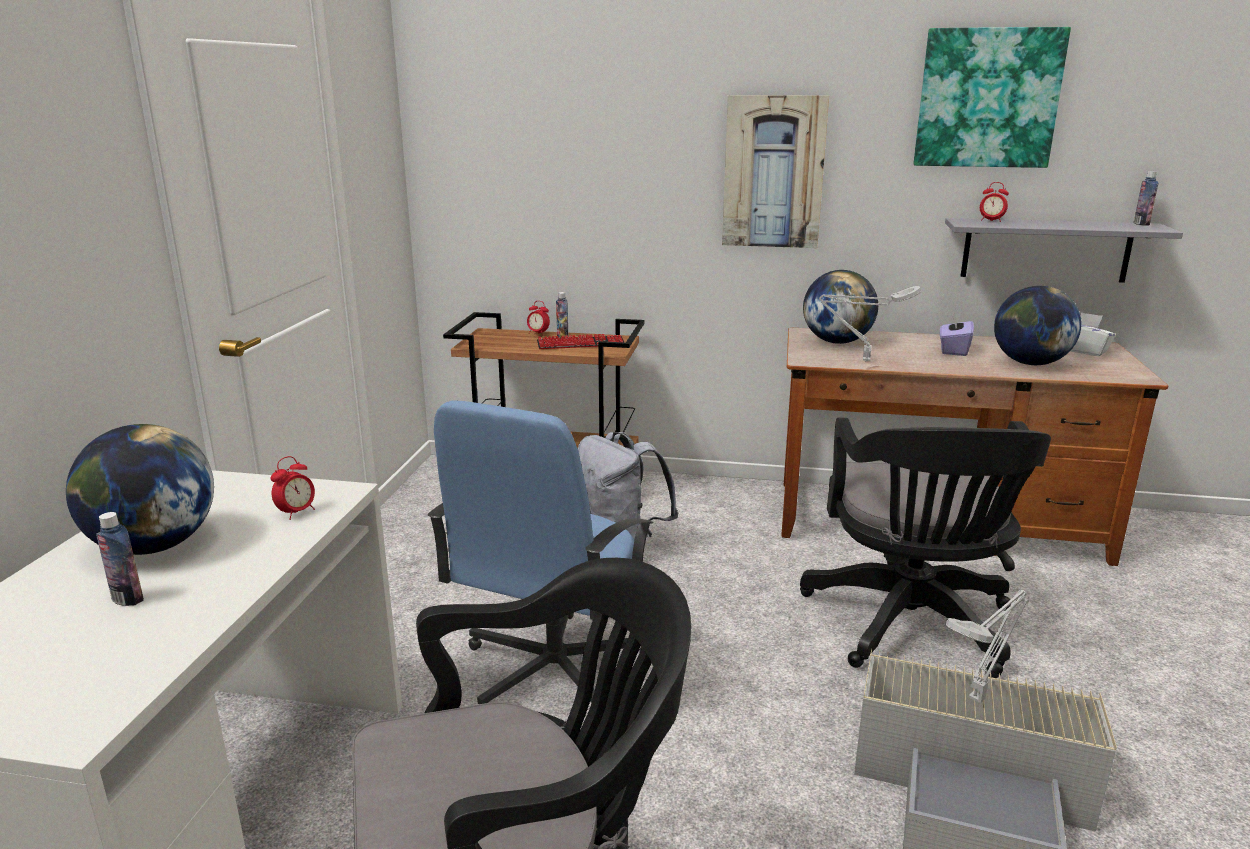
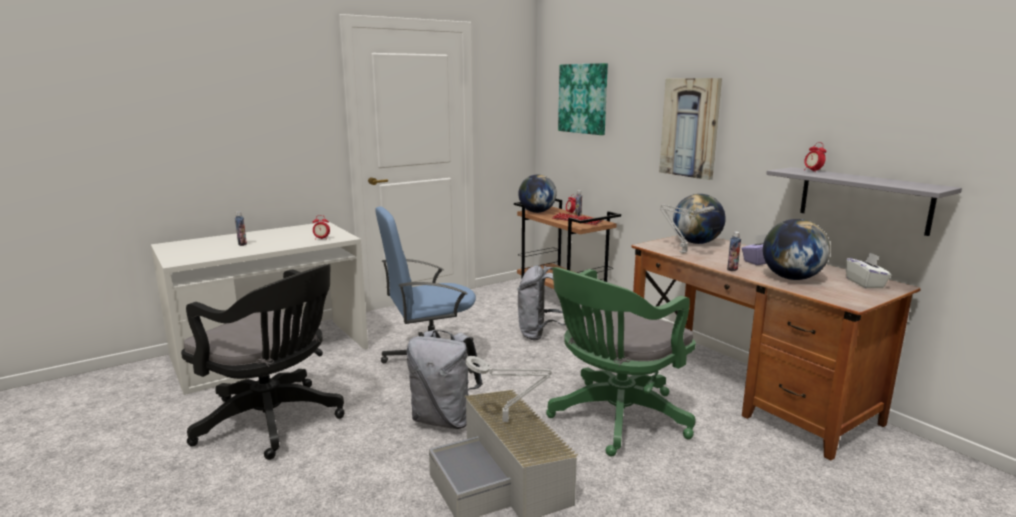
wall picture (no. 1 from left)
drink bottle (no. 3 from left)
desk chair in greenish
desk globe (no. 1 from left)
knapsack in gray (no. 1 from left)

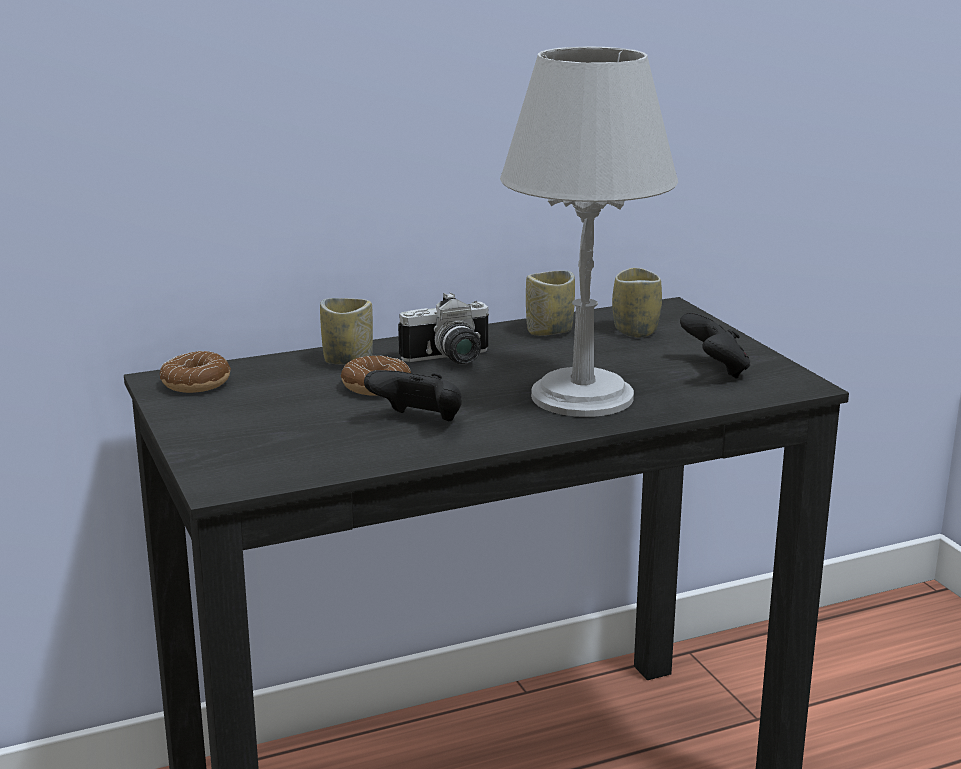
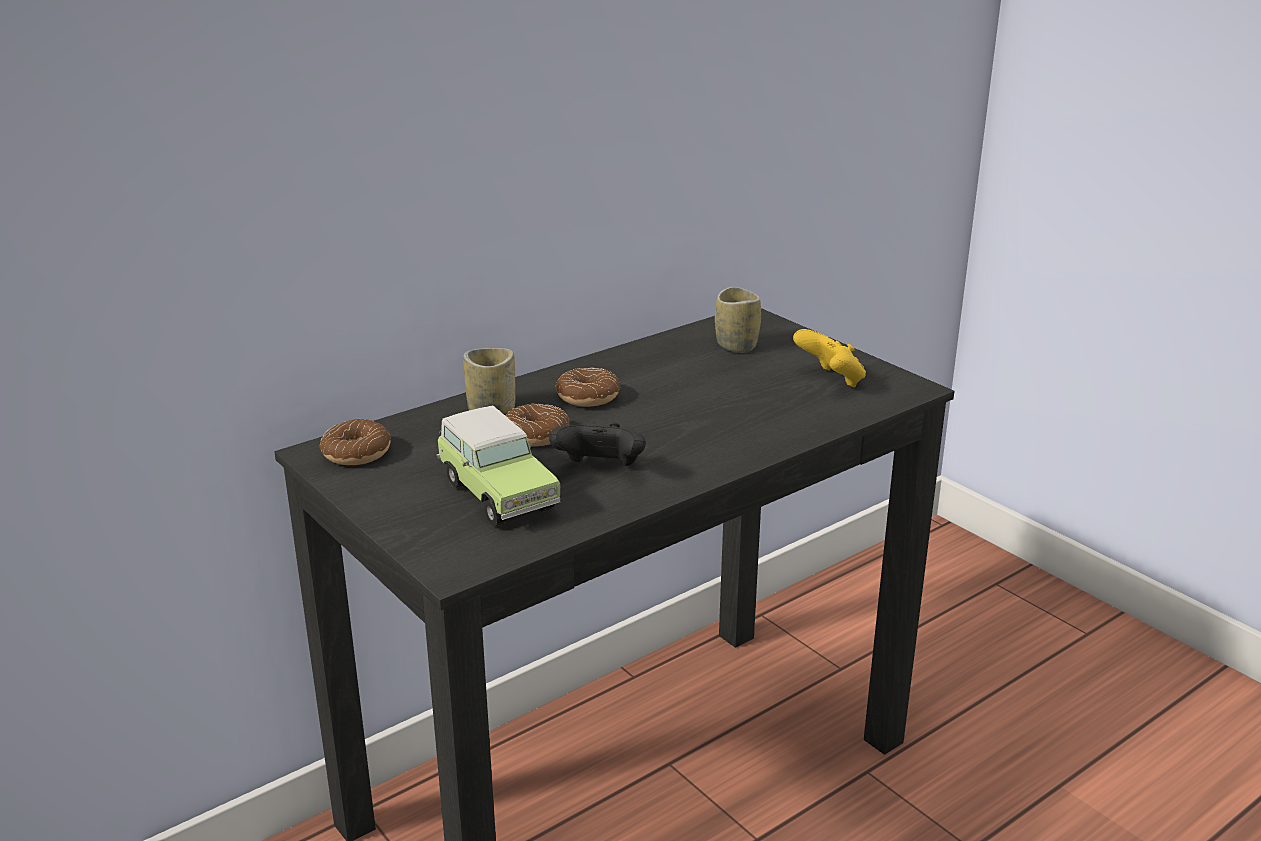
tabletop lamp in gray
drinking cup (no. 2 from left in the first image)
doughnut (no. 3 from left)
joypad in yellowish
toy car

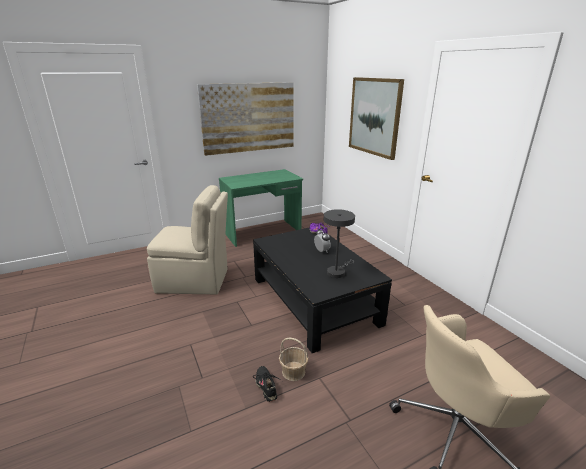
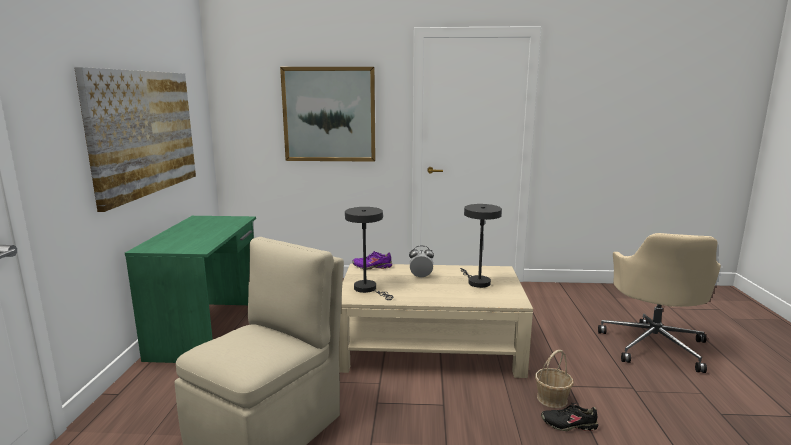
coffee table in beige-coloured
tabletop lamp in gray (no. 1 from left)

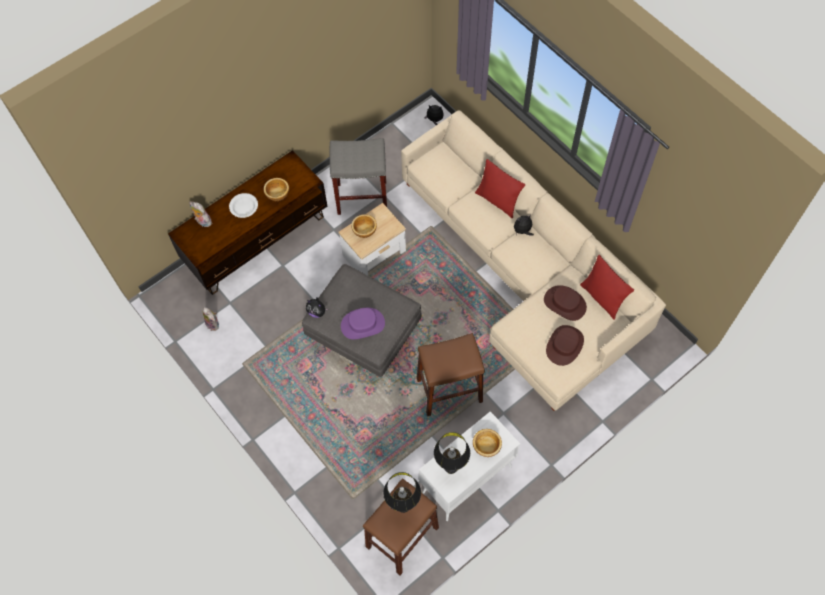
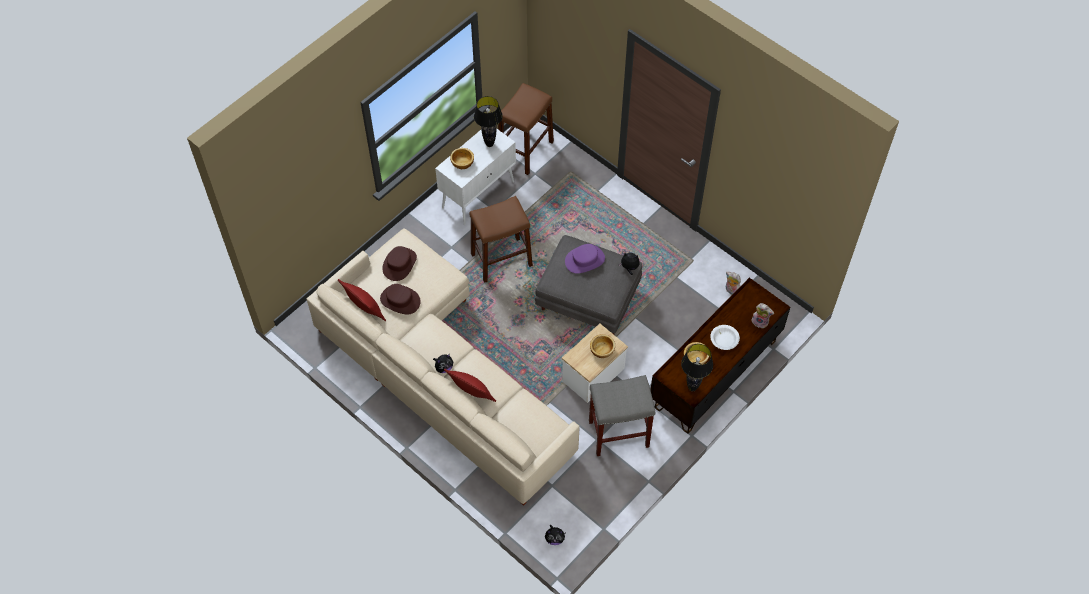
tabletop lamp in black (no. 2 from left)

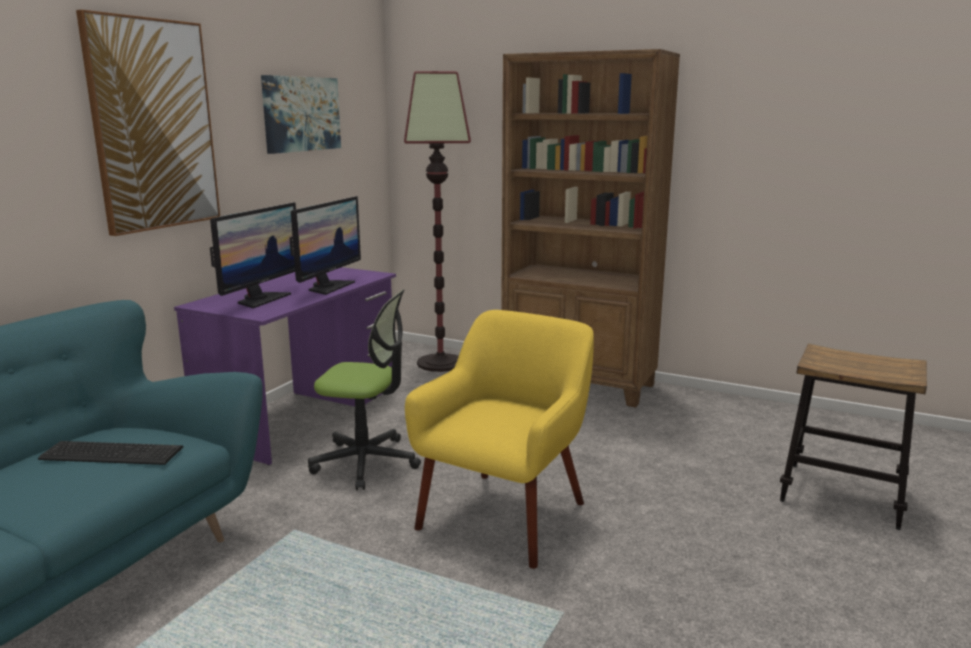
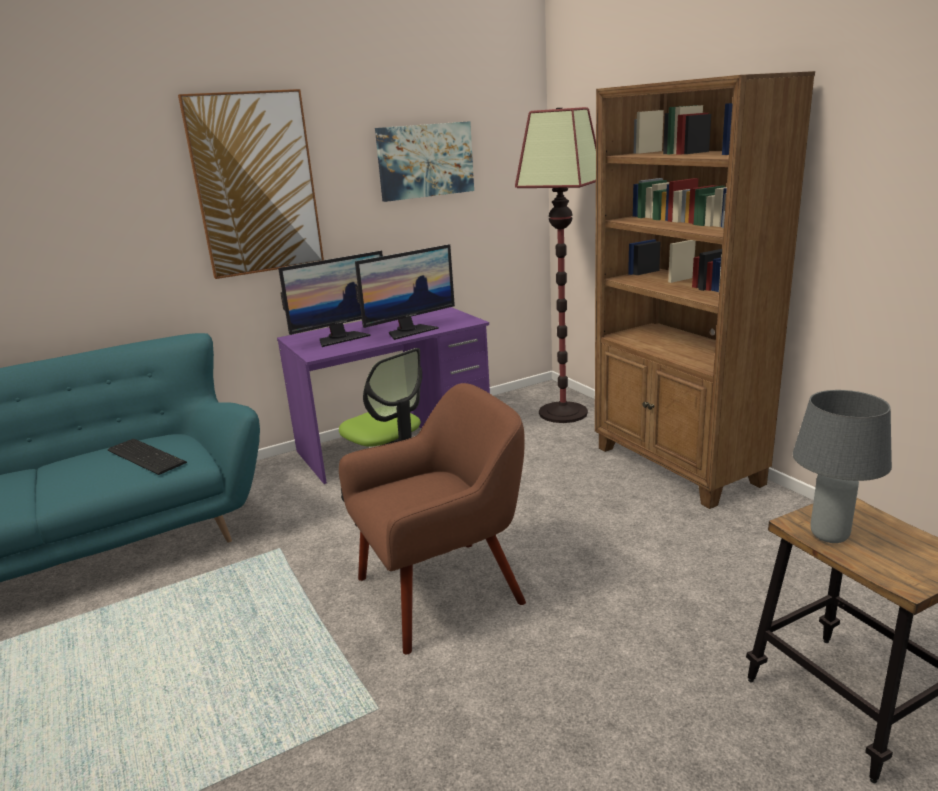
lounge chair in brown-coloured
tabletop lamp in gray

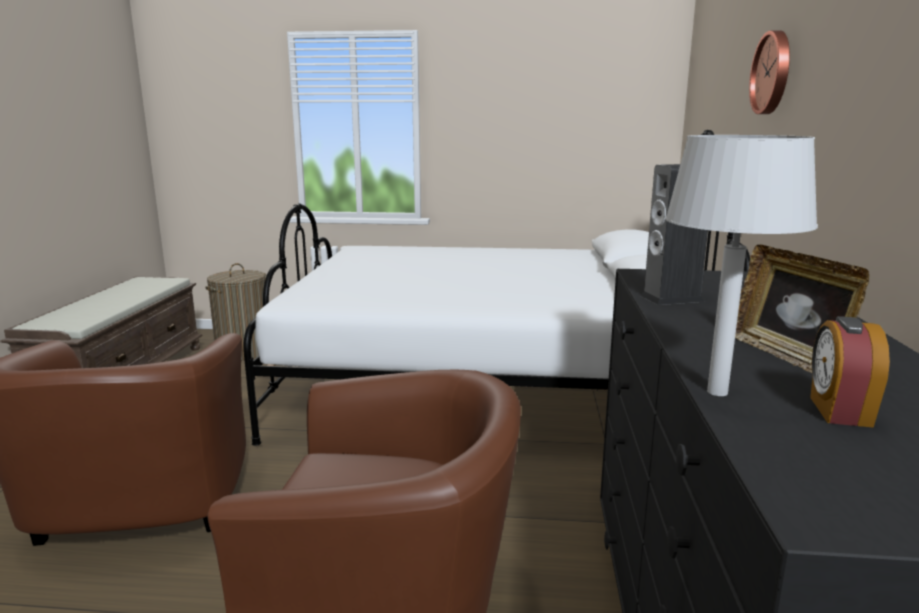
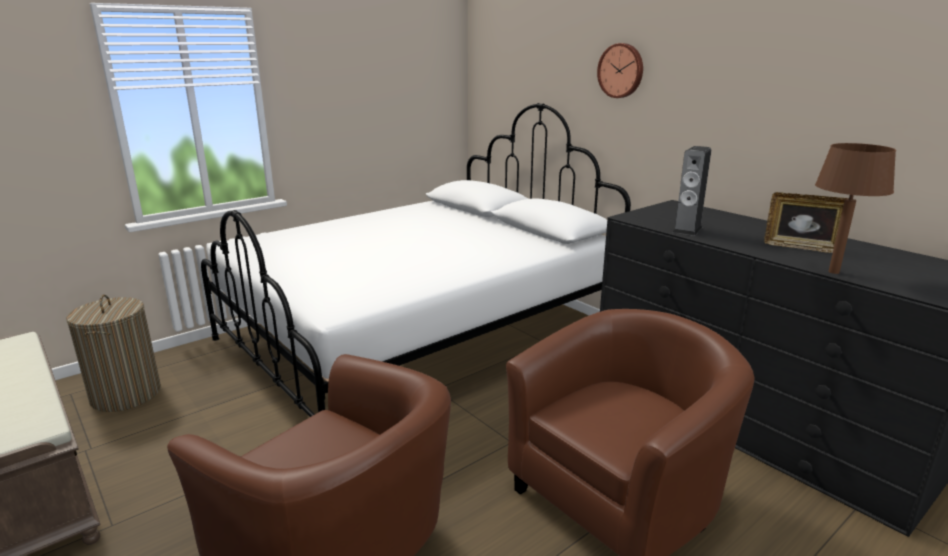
tabletop lamp in brown-coloured
alarm clock

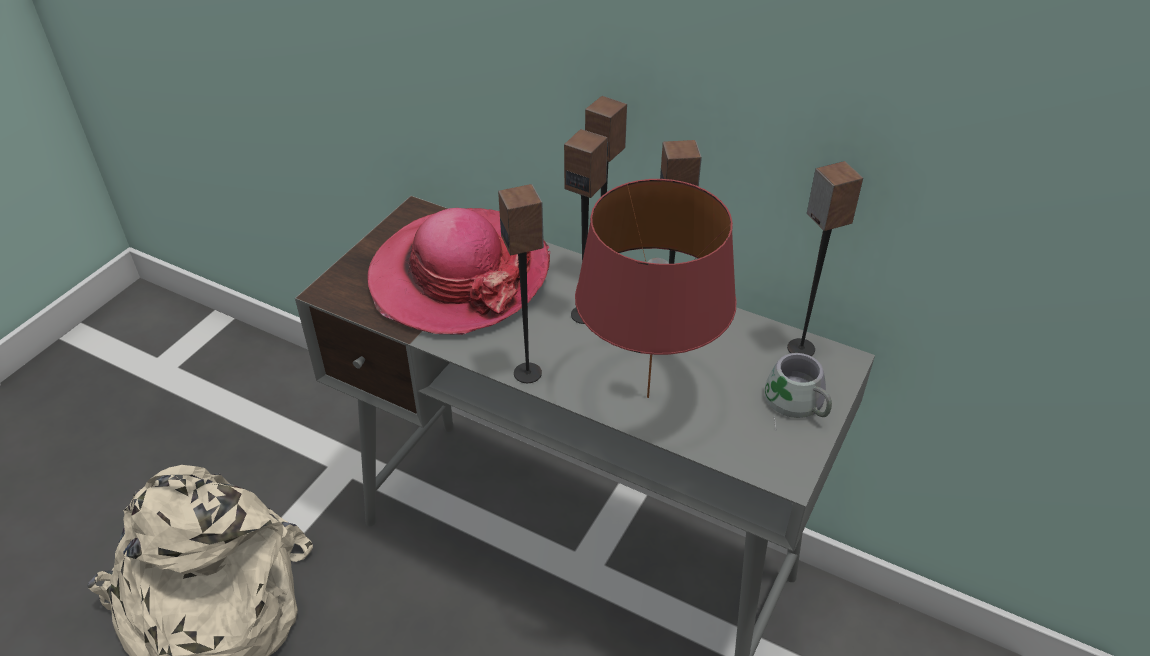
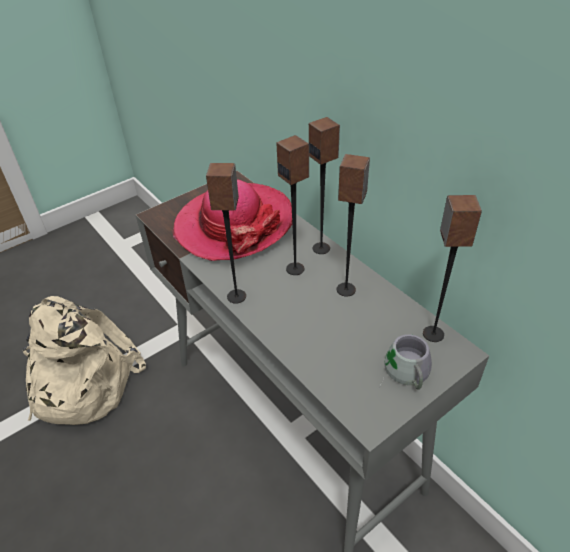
tabletop lamp in red-coloured

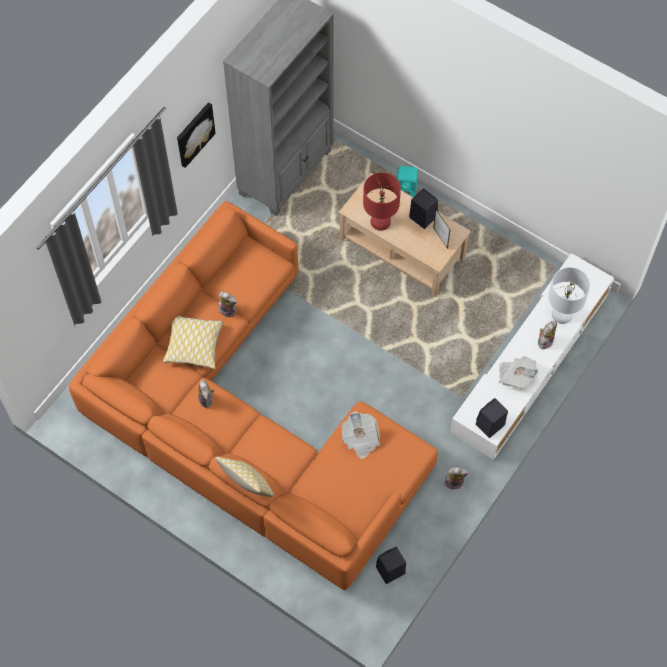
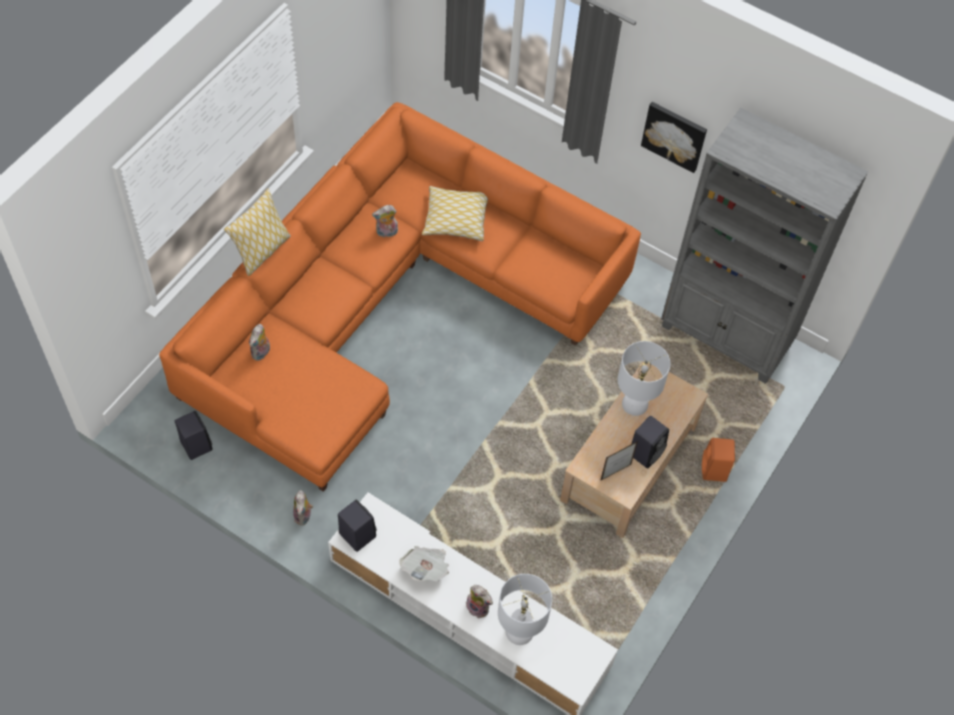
loudspeaker in orange
tabletop lamp in white-coloured (no. 2 from left)
plush toy (no. 1 from left)
newspaper (no. 1 from left in the first image)

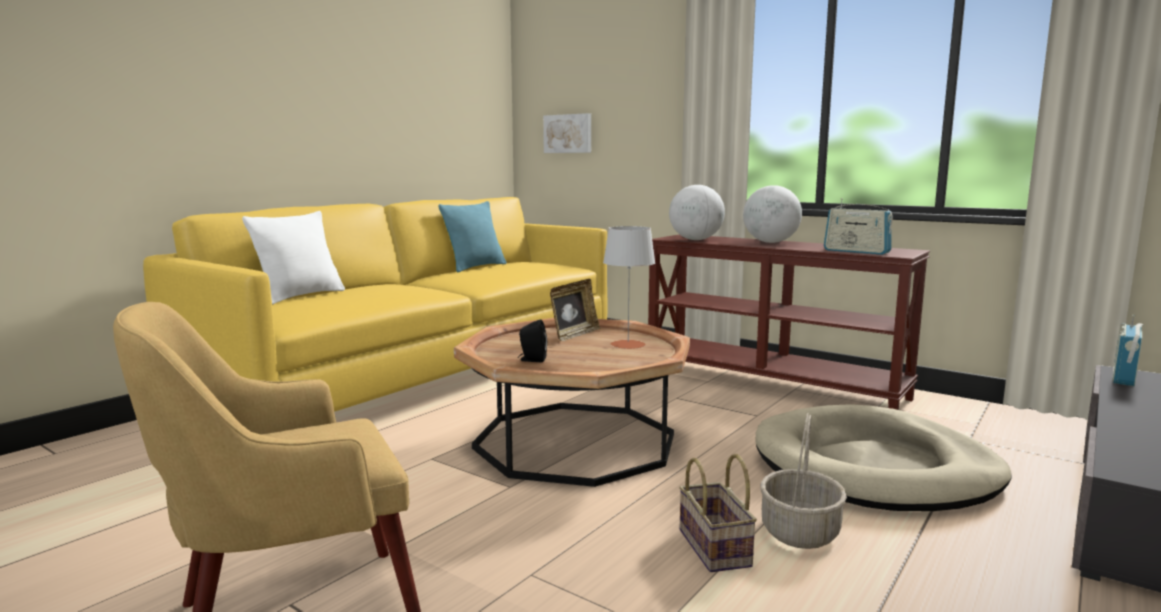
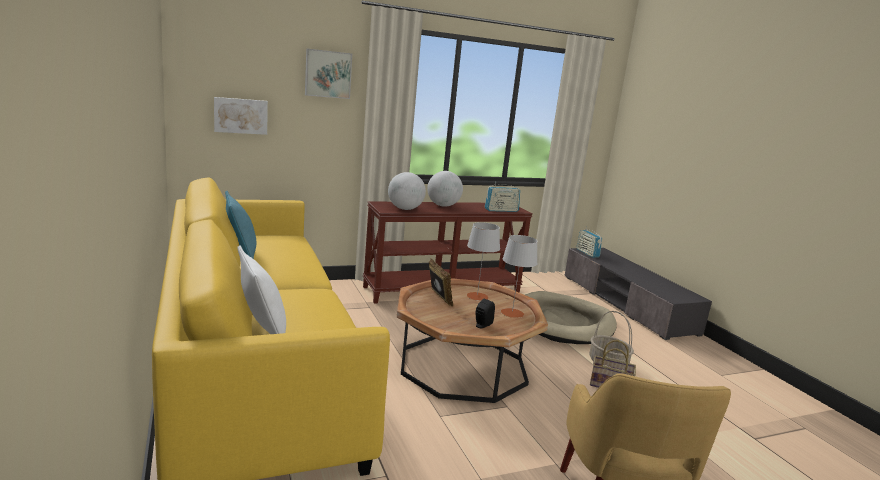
wall picture (no. 2 from left)
tabletop lamp in gray (no. 2 from left)

